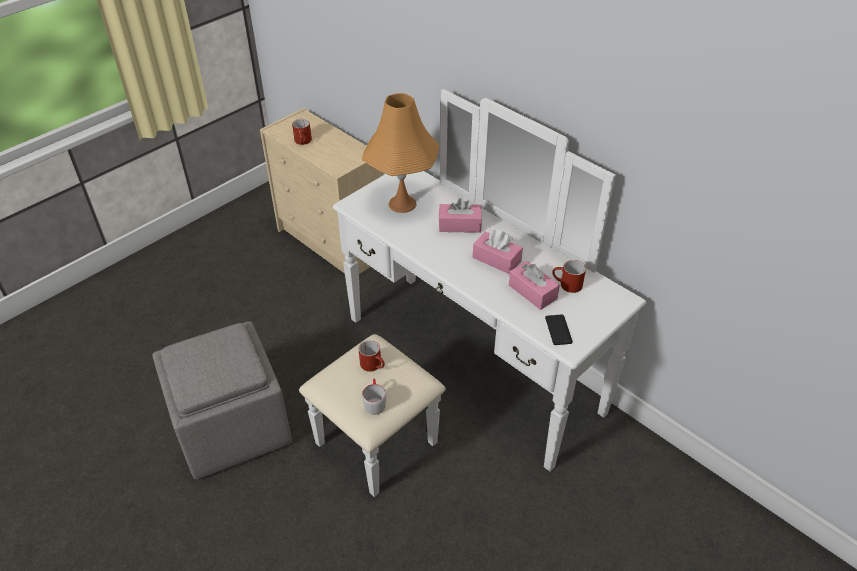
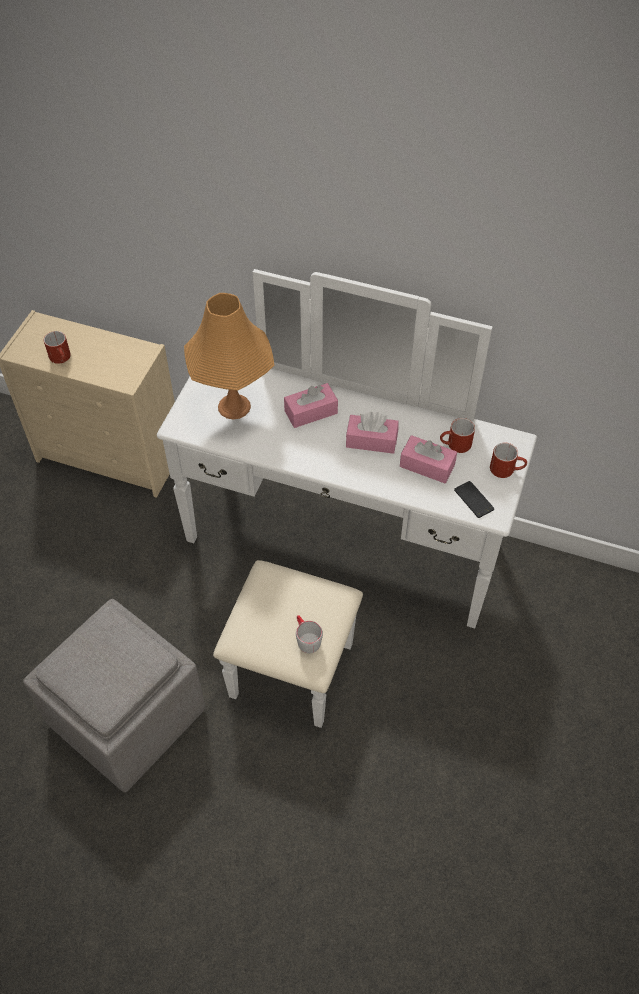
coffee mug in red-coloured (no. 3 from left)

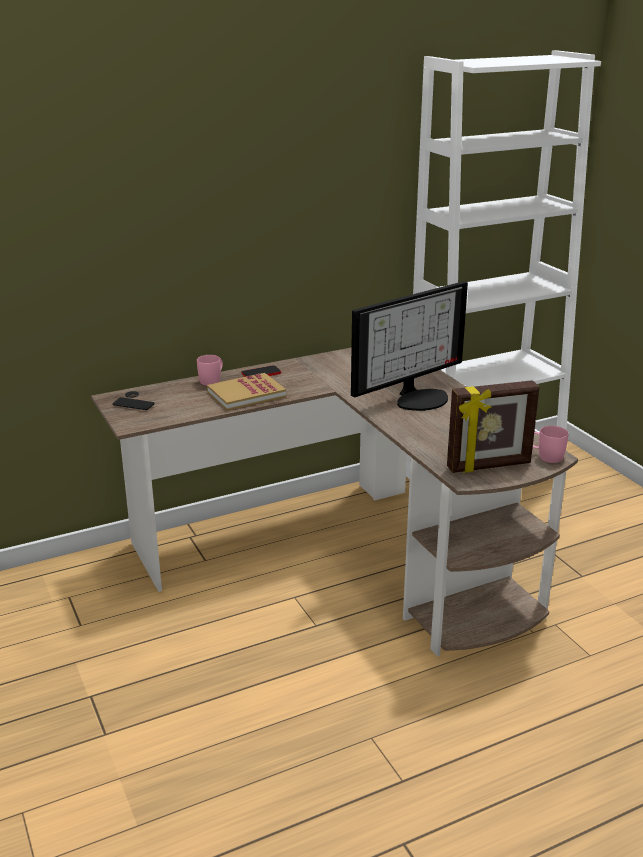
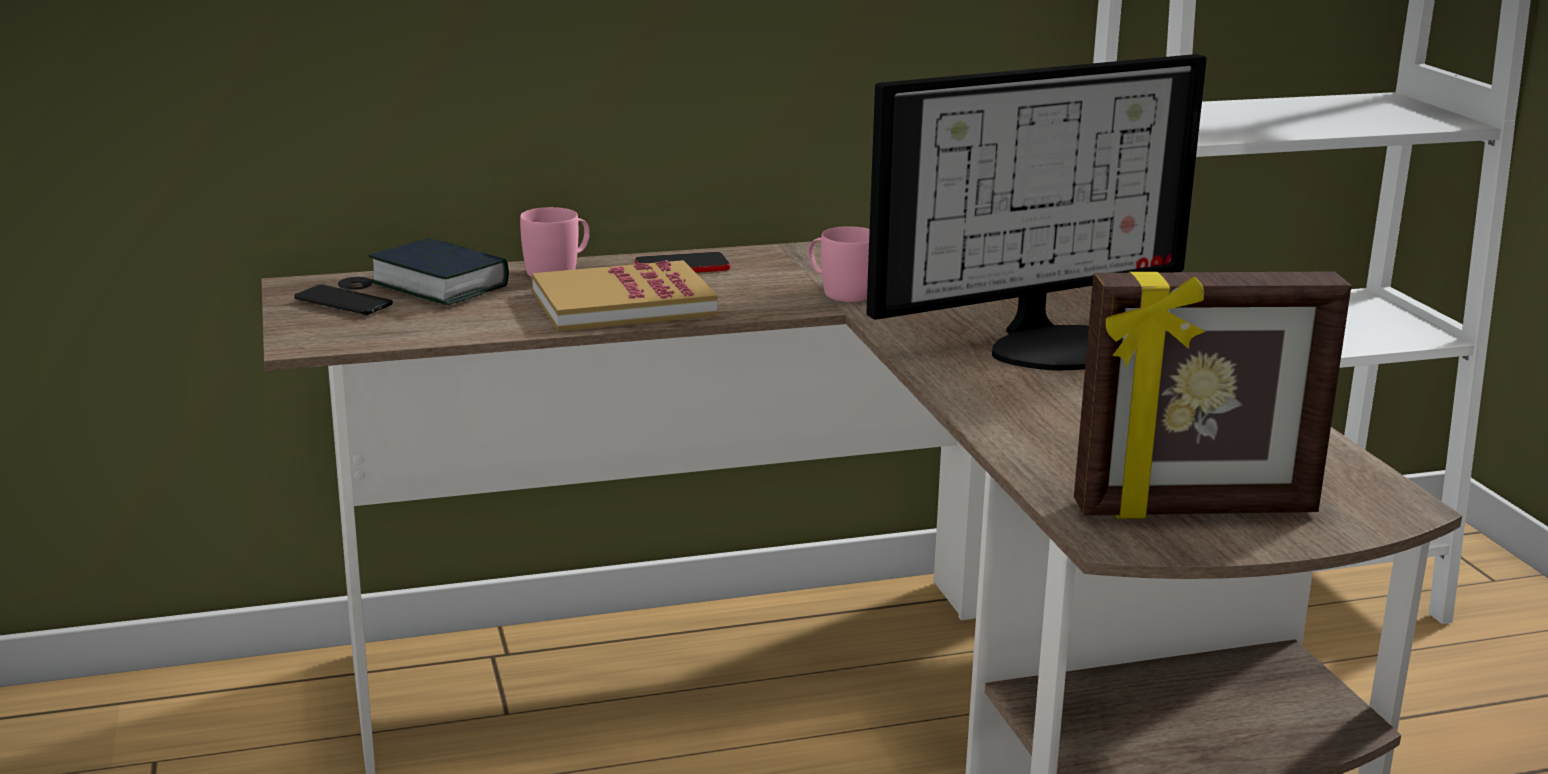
coffee mug in pinkish (no. 2 from left)
volume (no. 1 from left)

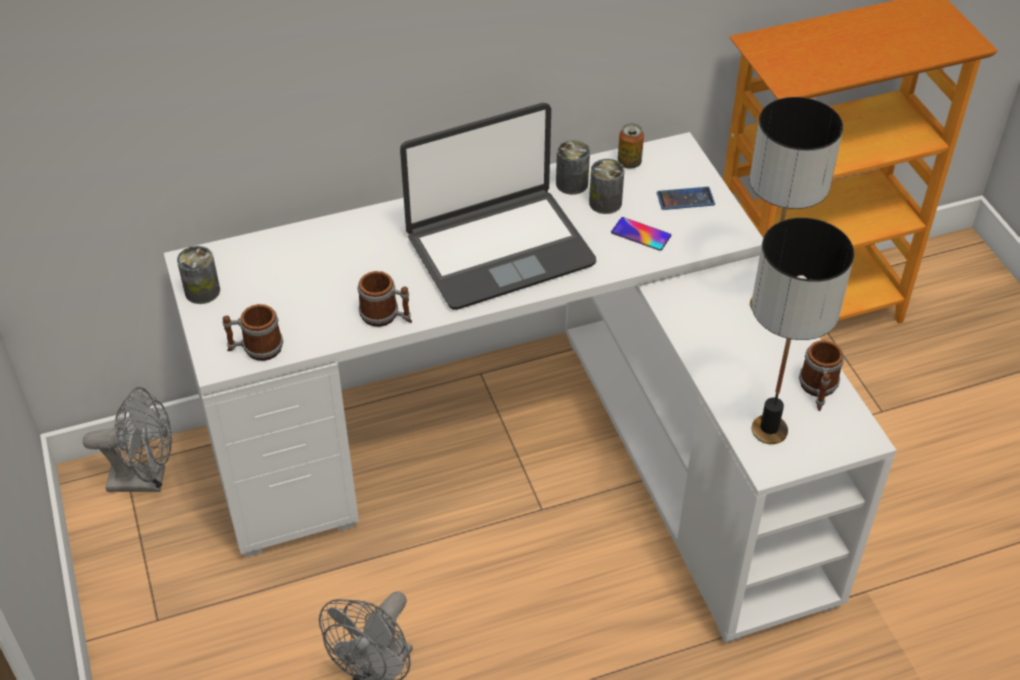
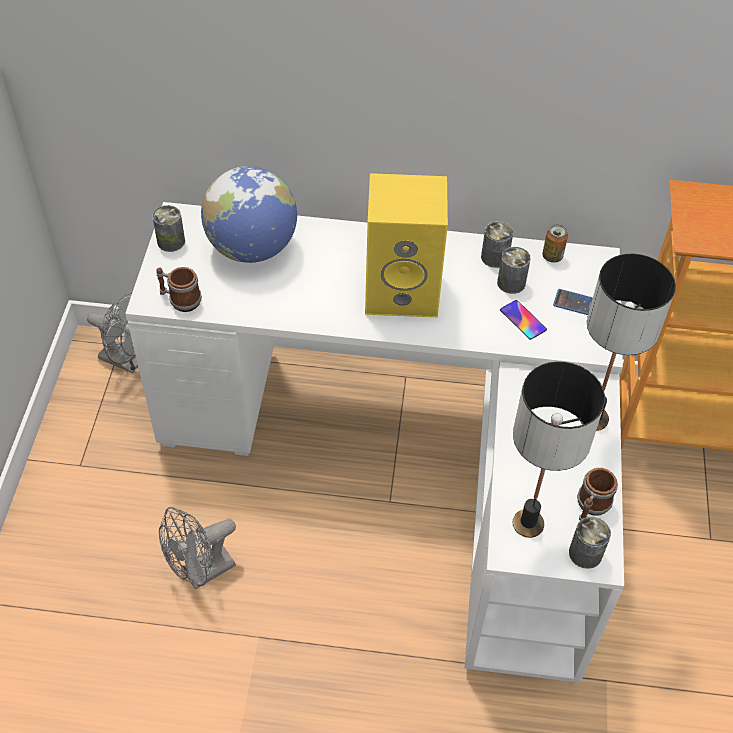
loudspeaker in yellowish
coffee mug (no. 2 from left in the first image)
desk globe
sealed can (no. 5 from left)

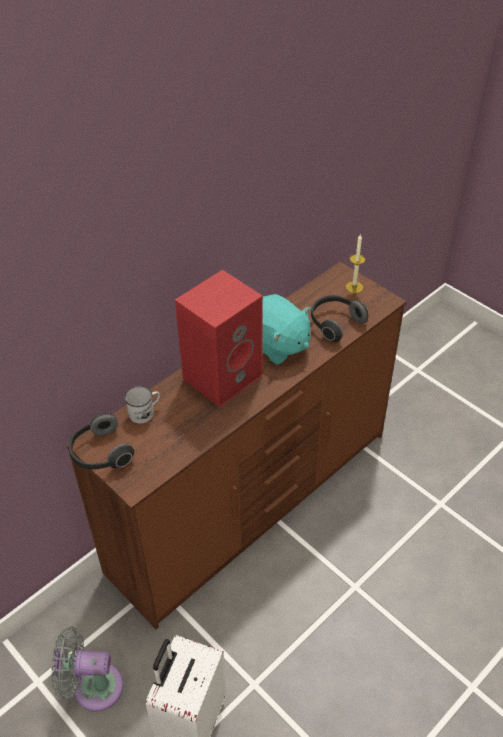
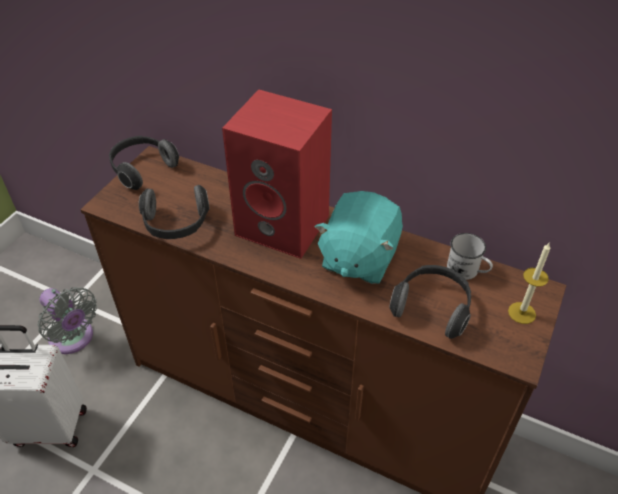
coffee mug in white-coloured
fan in gray
pair of headphones (no. 2 from left)

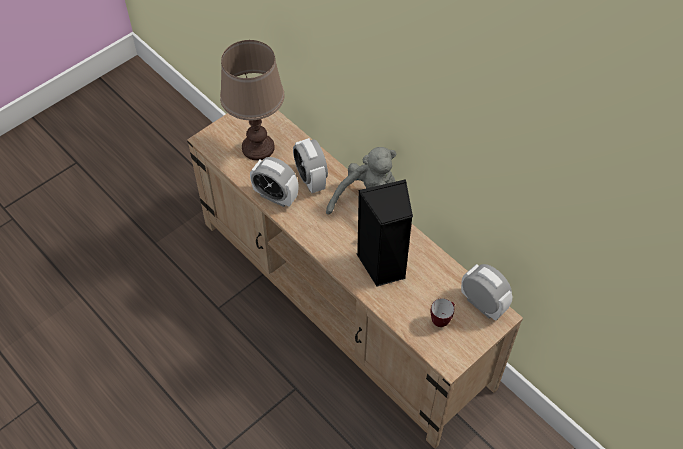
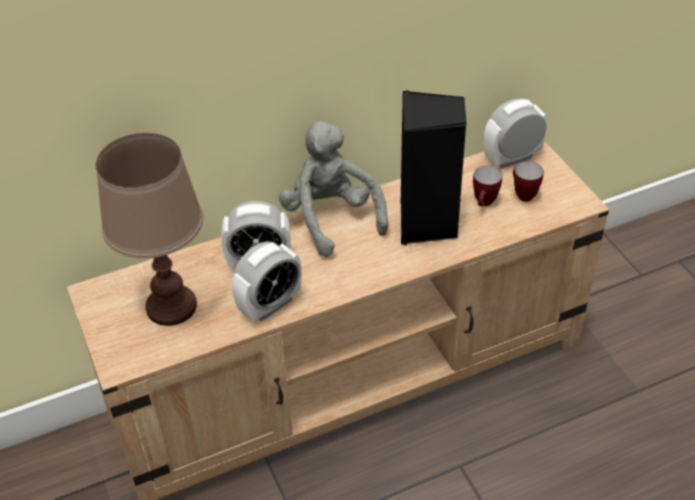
coffee mug (no. 1 from left)

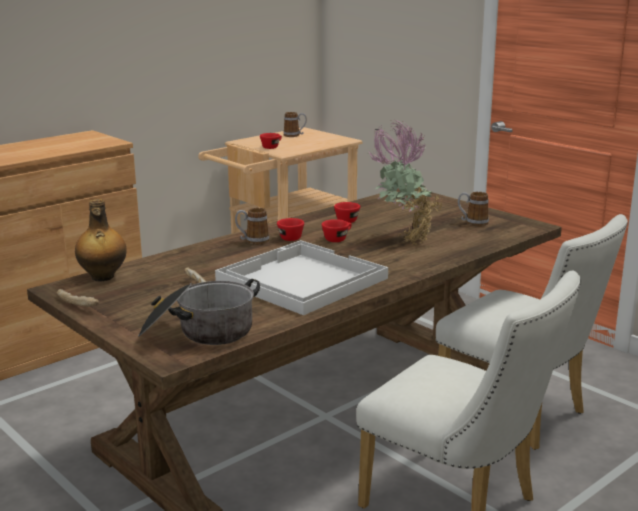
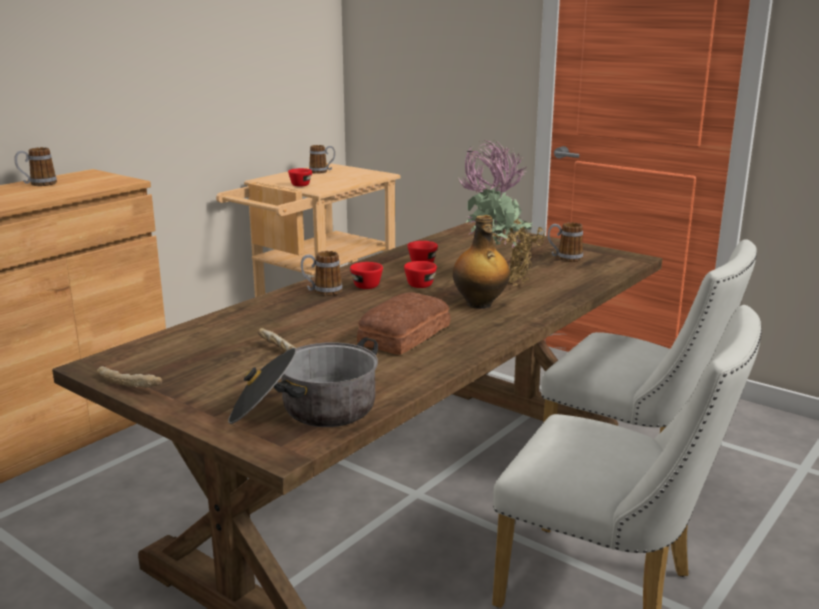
drink bottle
bakery bread (no. 3 from left)
coffee mug (no. 1 from left)

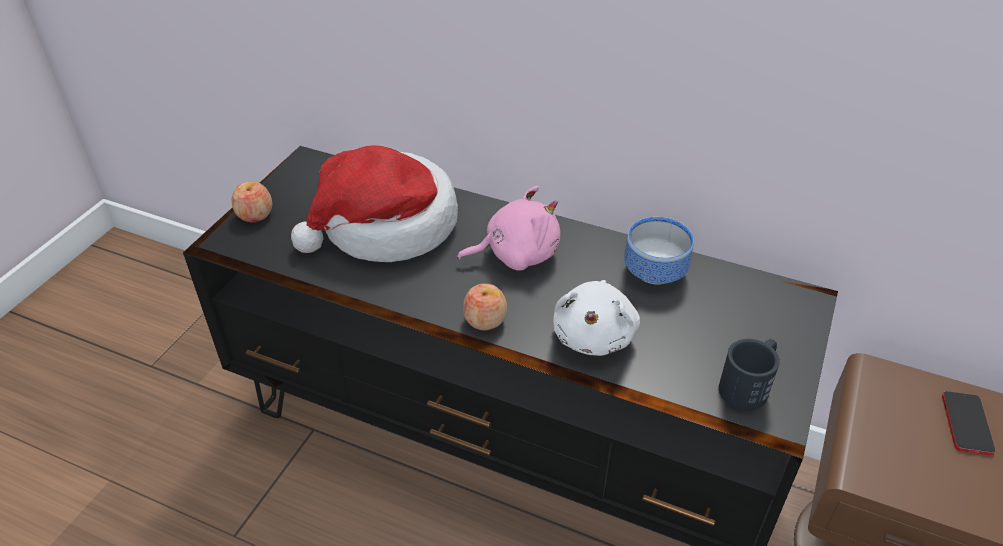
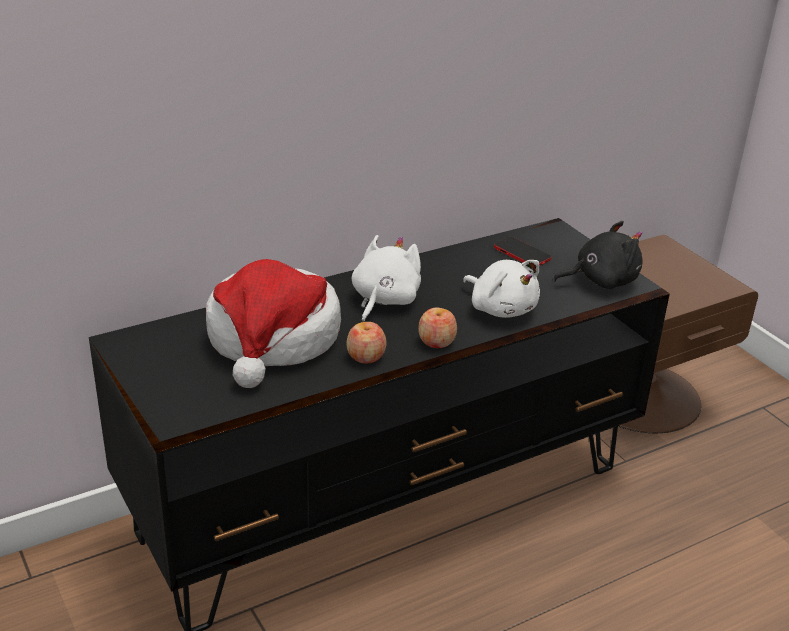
apple (no. 1 from left)
plush toy in white-coloured (no. 1 from left)
serving bowl
plush toy in black
telephone

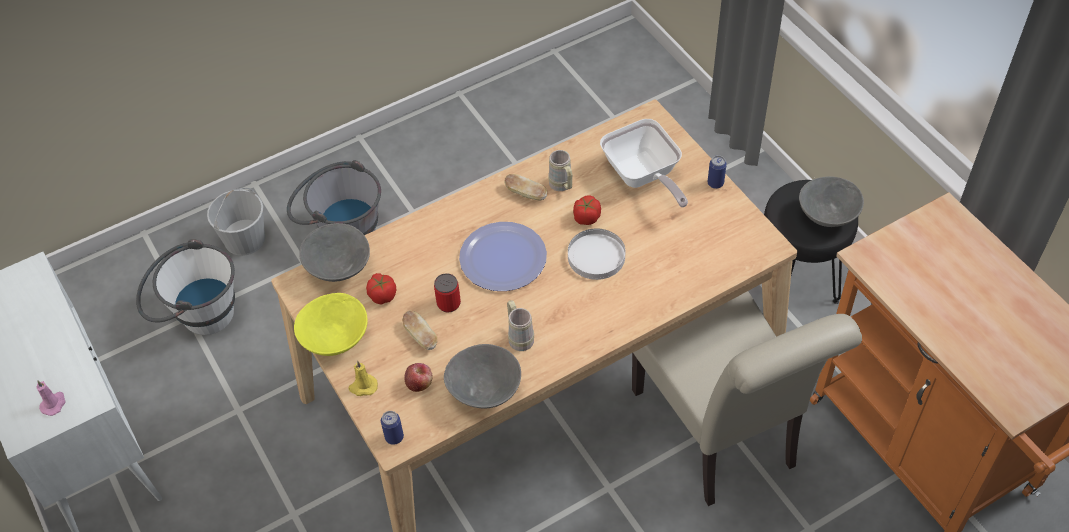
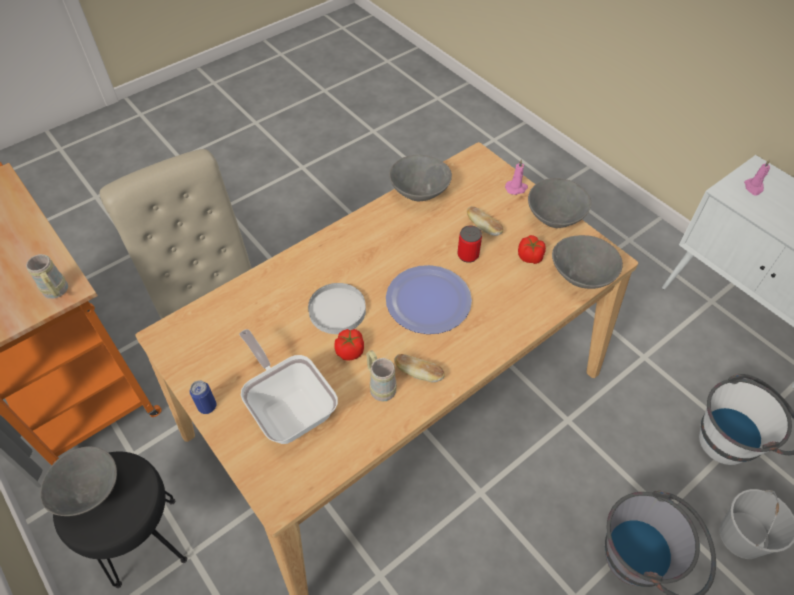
serving bowl in gray (no. 3 from left)
coffee mug in beige-coloured (no. 1 from left)
wax candle in pinkish (no. 1 from left)
apple
sealed can (no. 1 from left in the first image)

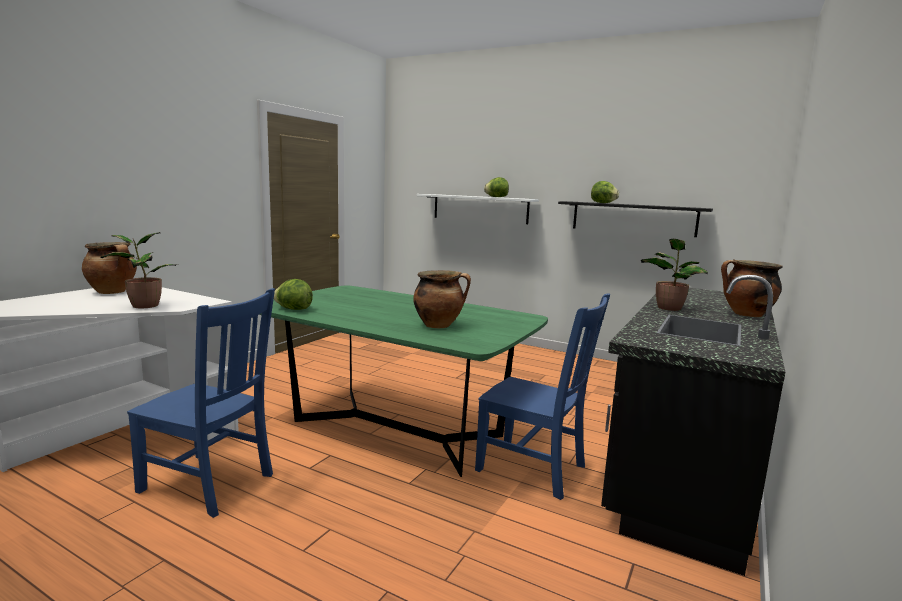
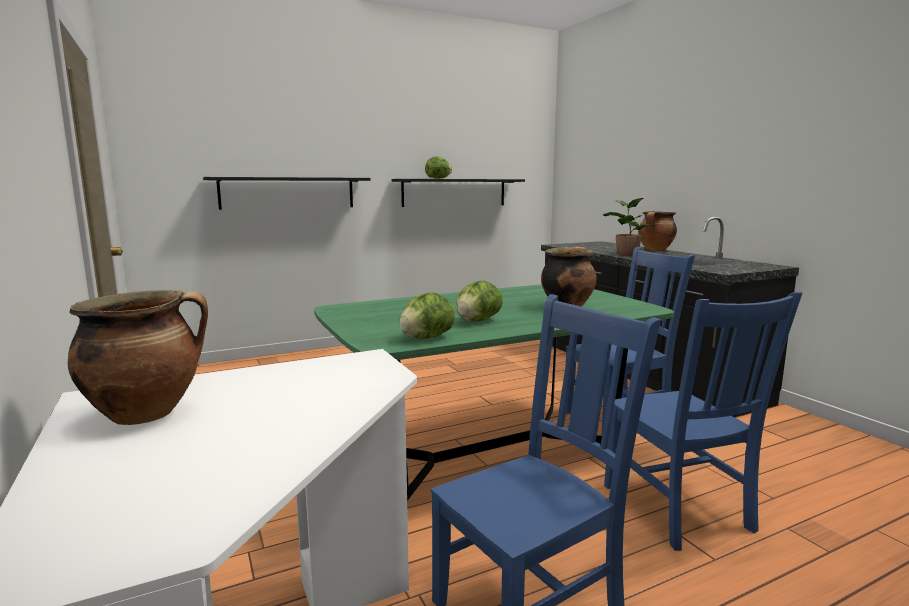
lettuce head (no. 3 from left)
wall shelf in black (no. 1 from left)
potted plant (no. 1 from left in the first image)
upright chair in blue (no. 3 from left)

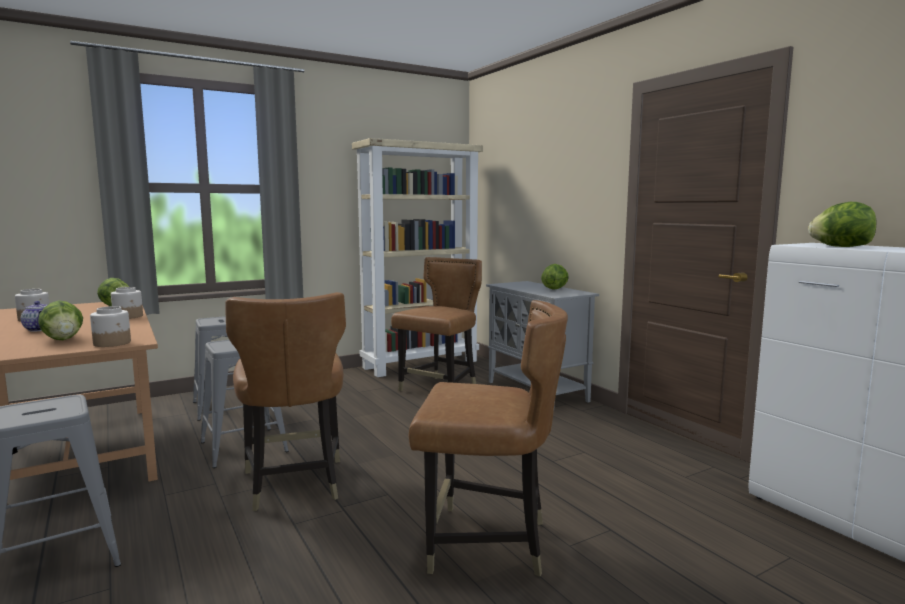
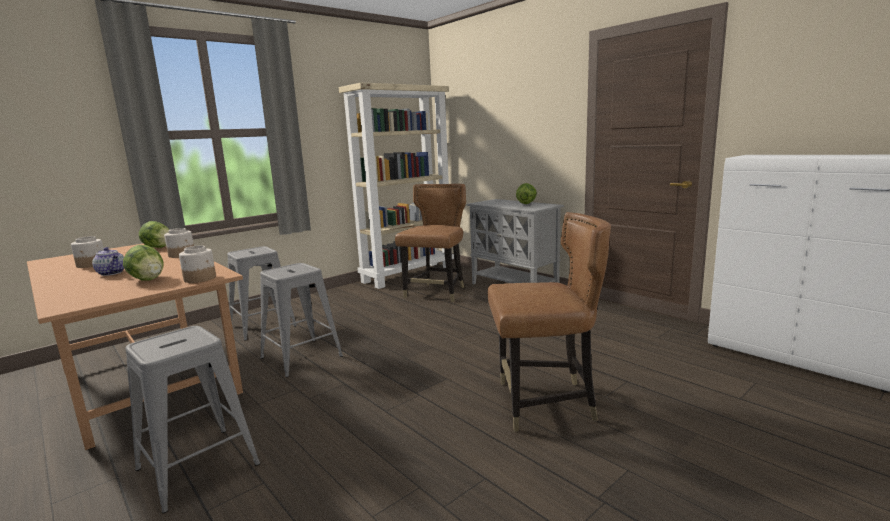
lettuce head (no. 4 from left in the first image)
upright chair in brown-coloured (no. 1 from left in the first image)

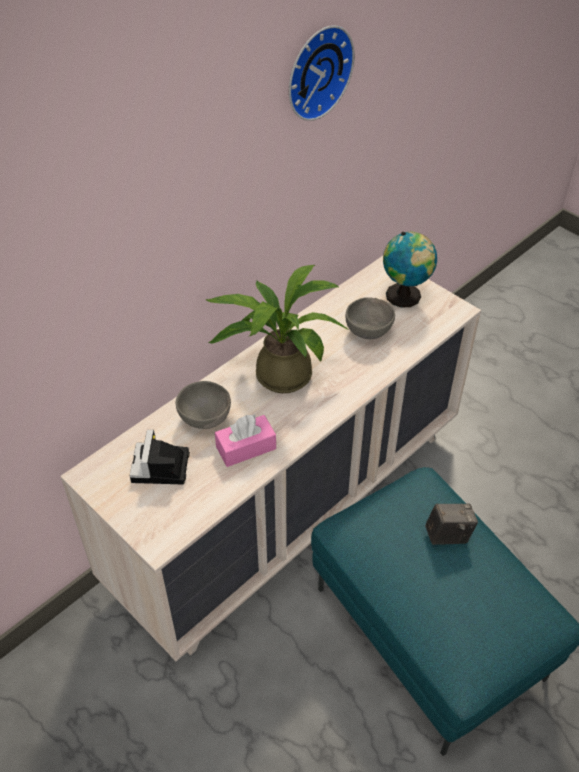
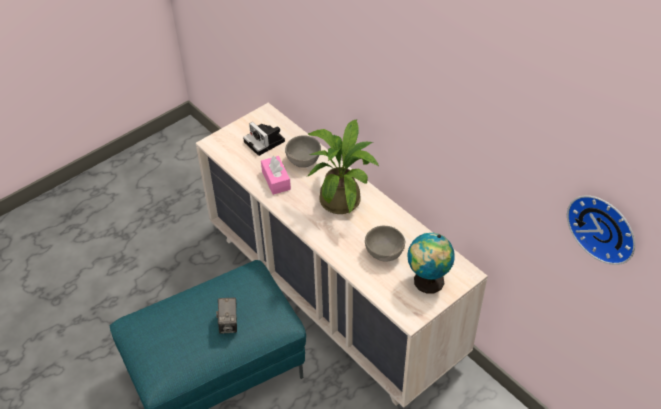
wall clock
still camera (no. 2 from left)

